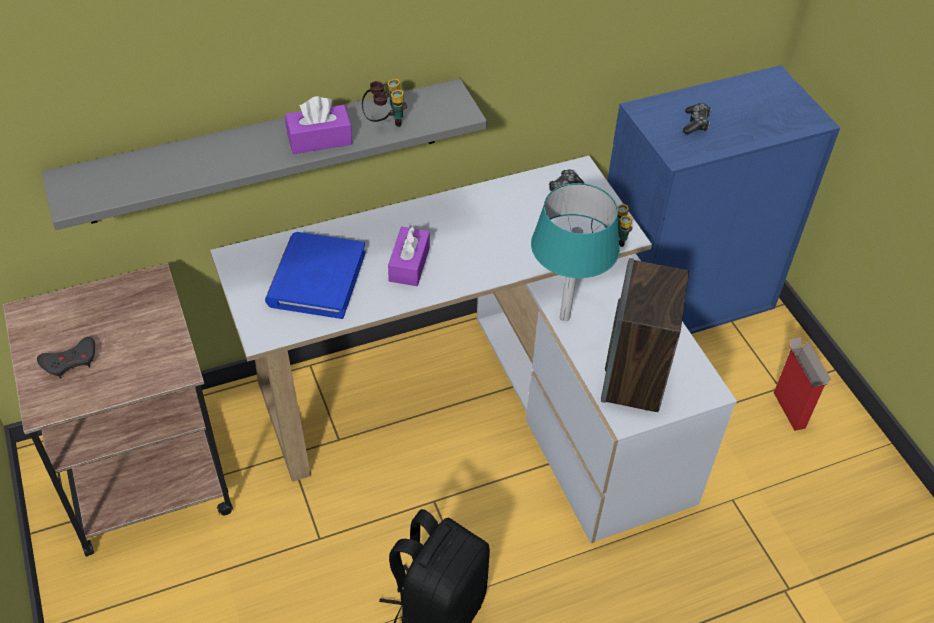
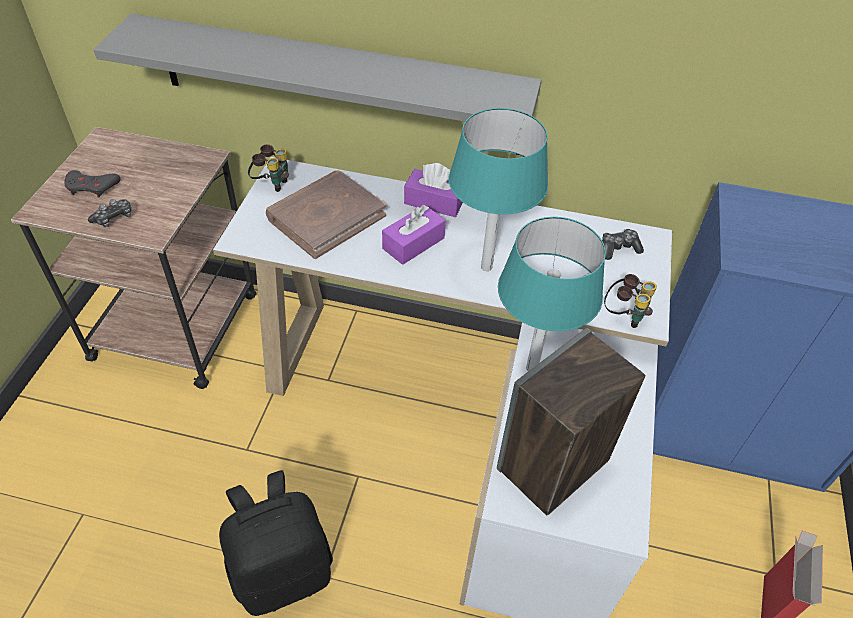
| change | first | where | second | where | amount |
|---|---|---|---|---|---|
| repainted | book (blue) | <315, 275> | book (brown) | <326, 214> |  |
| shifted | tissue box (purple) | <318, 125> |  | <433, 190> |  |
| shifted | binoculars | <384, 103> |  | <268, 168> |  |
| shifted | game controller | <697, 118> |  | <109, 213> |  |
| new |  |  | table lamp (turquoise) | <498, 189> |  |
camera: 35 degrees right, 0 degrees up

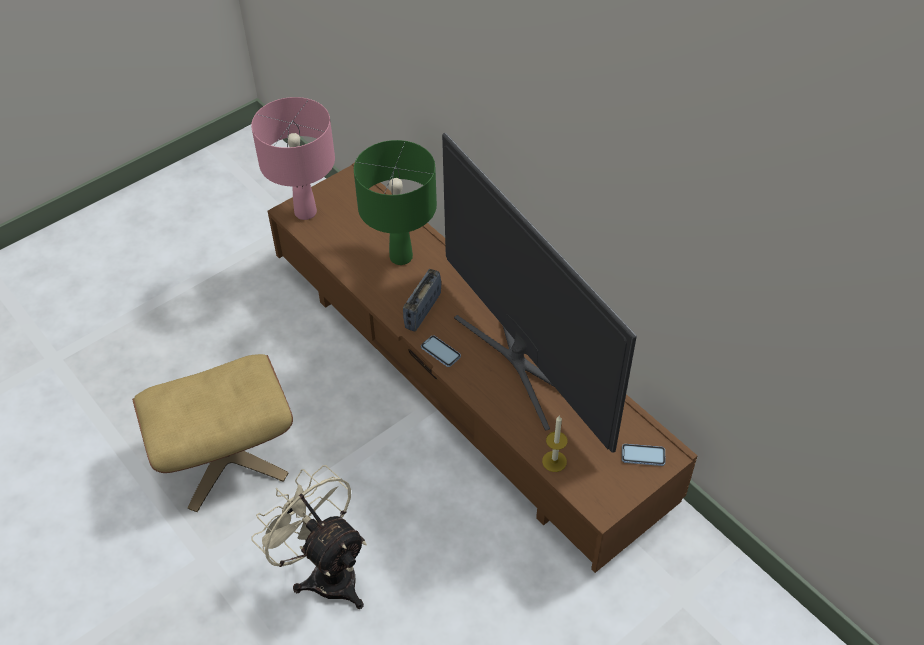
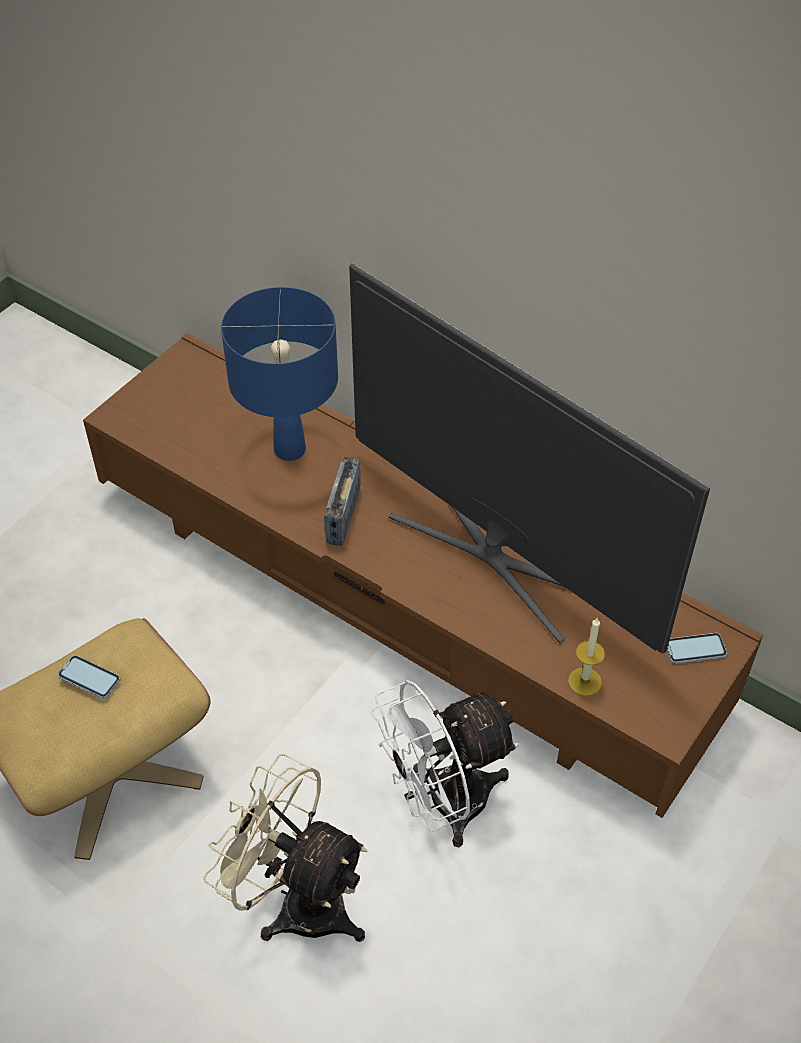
| change | first | where | second | where | amount |
|---|---|---|---|---|---|
| gone | table lamp (pink) | <293, 158> |  |  |  |
| repainted | table lamp (green) | <395, 202> | table lamp (blue) | <279, 374> |  |
| shifted | phone | <441, 351> |  | <89, 677> |  |
| new |  |  | fan (white) | <445, 763> |  |
camera: 15 degrees left, 0 degrees up

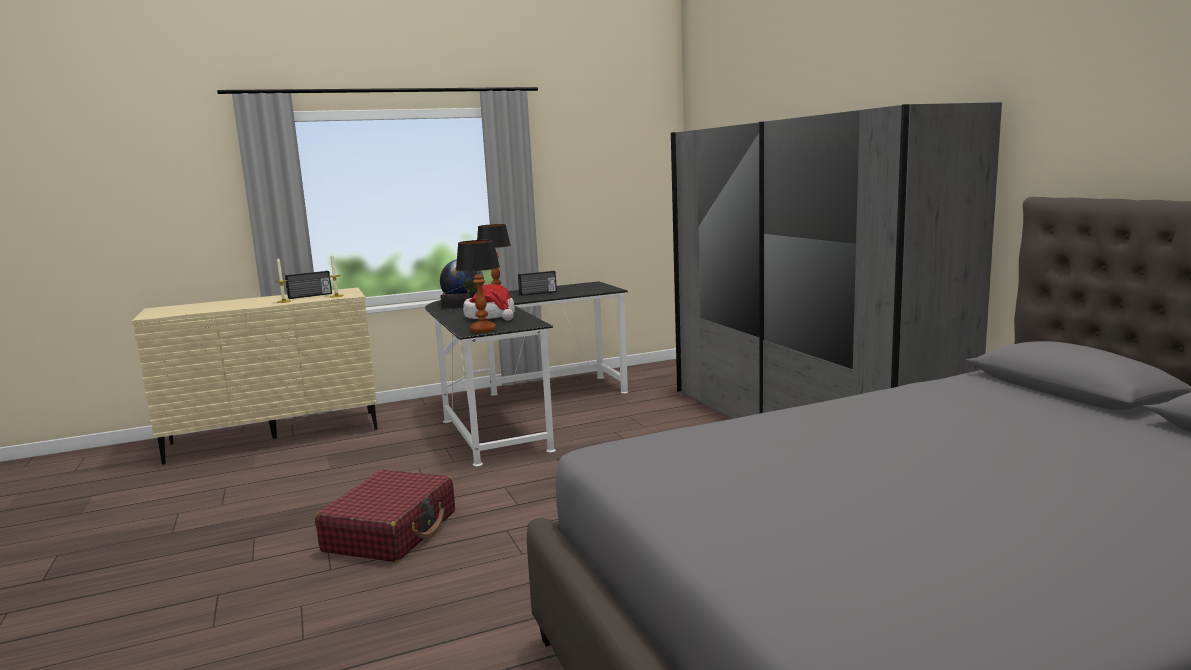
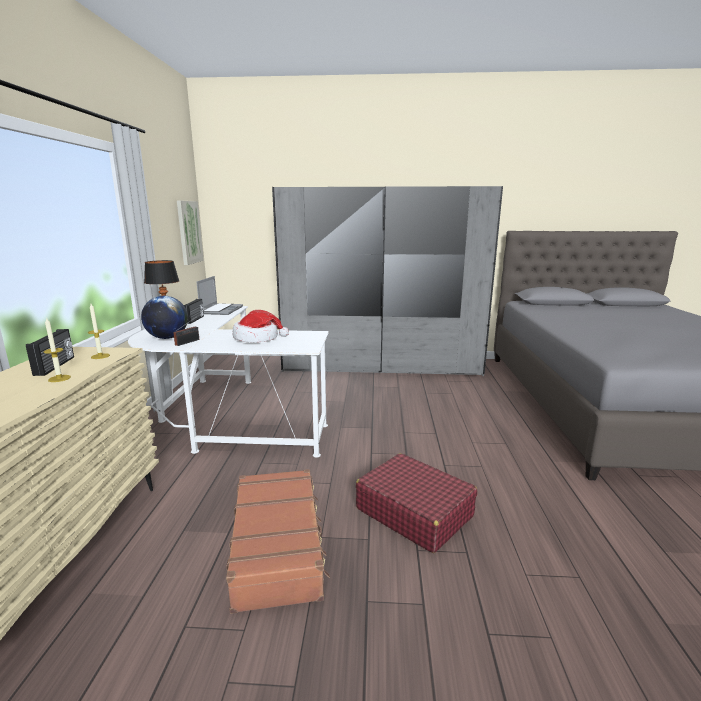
| change | first | where | second | where | amount |
|---|---|---|---|---|---|
| repainted | desk (black) | <526, 374> | desk (white) | <228, 382> |  |
| gone | table lamp | <478, 286> |  |  |  |
| new |  |  | picture | <190, 232> |  |
| new |  |  | laptop | <219, 295> |  |
| new |  |  | suitcase (brown) | <278, 541> |  |
camera: 65 degrees left, 5 degrees up

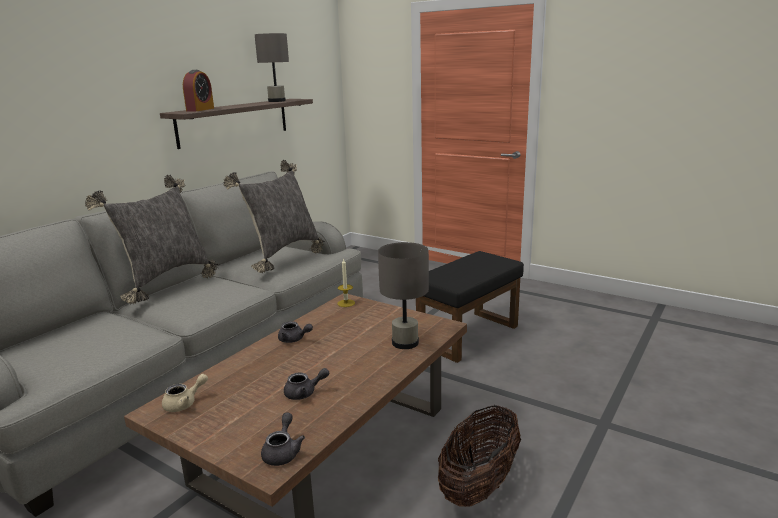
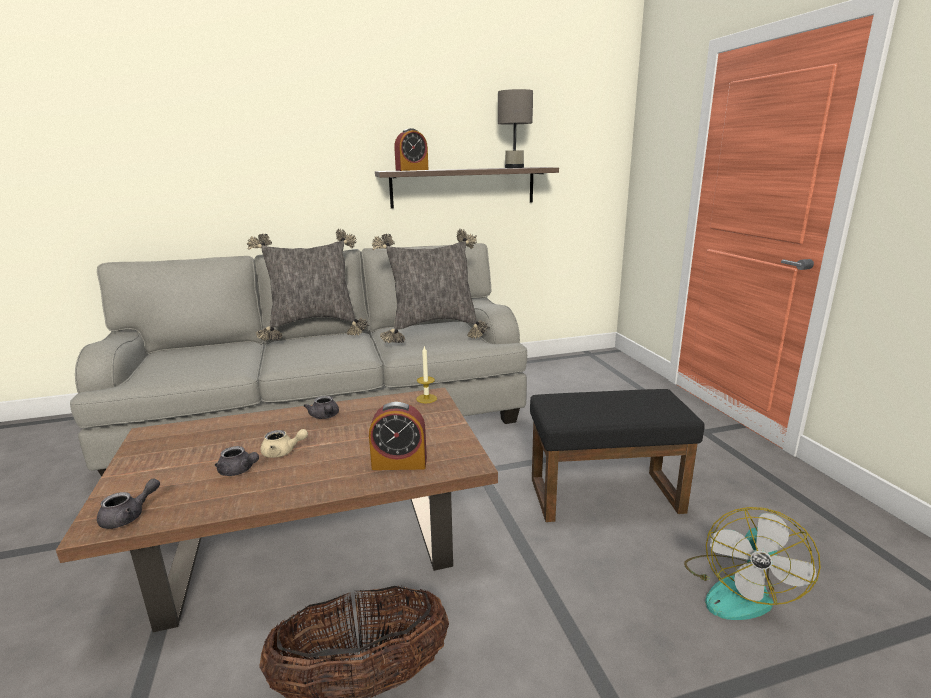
| change | first | where | second | where | amount |
|---|---|---|---|---|---|
| shifted | teapot (beige) | <185, 393> |  | <284, 443> |  |
| swapped | table lamp (grey) | <403, 295> | alarm clock | <398, 436> |  |
| new |  |  | fan | <752, 563> |  |
camera: 40 degrees right, 0 degrees up

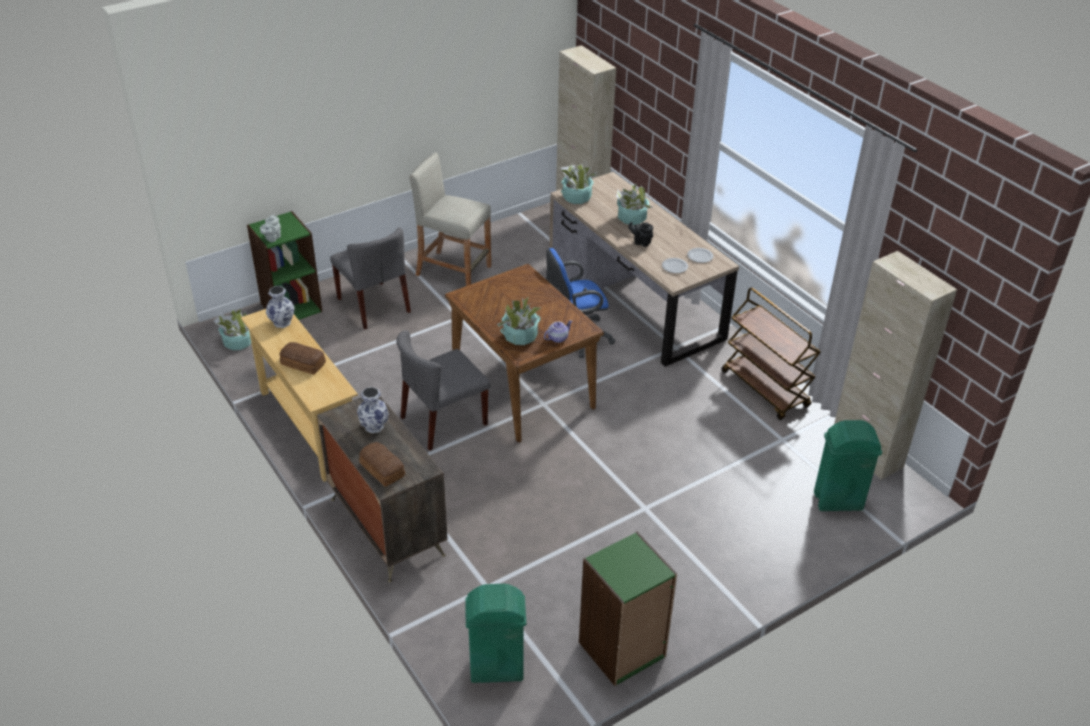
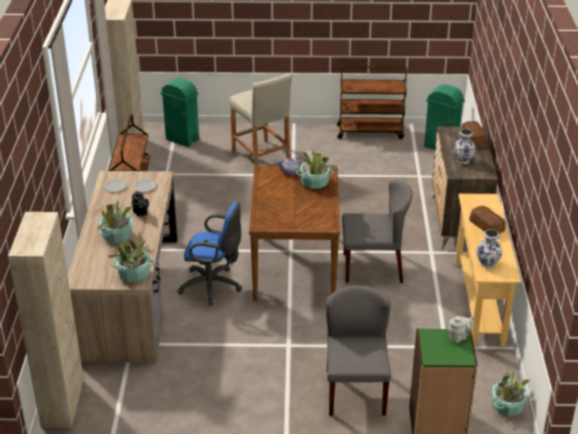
| change | first | where | second | where | amount |
|---|---|---|---|---|---|
| shifted | stool (beige) | <450, 219> |  | <261, 120> |  |
| swapped | bookcase (green) | <628, 609> | cart (brown) | <372, 102> |  |
camera: 145 degrees left, 5 degrees down

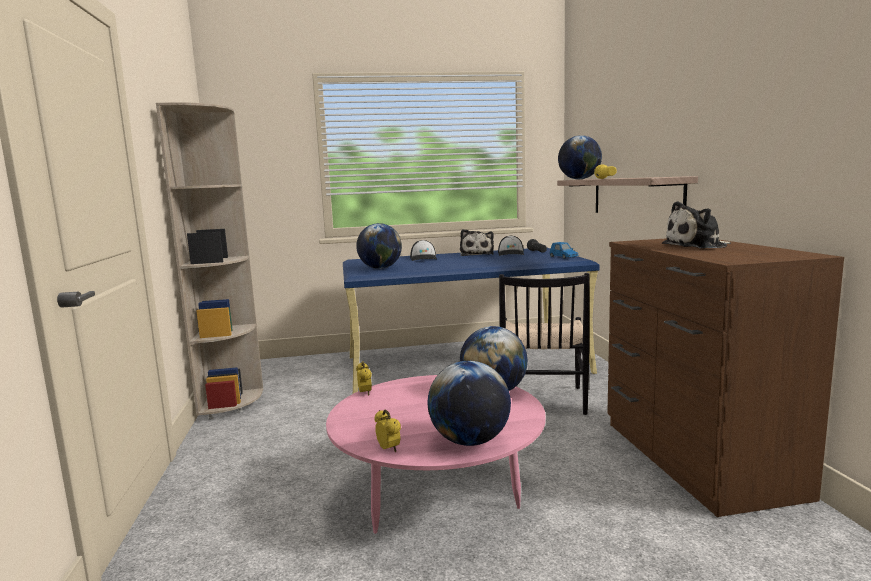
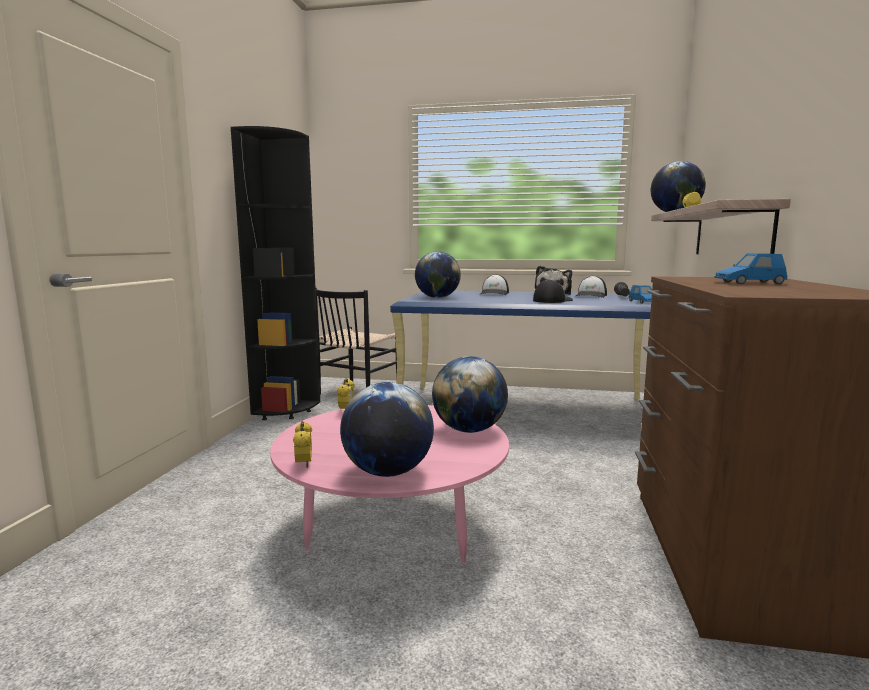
| change | first | where | second | where | amount |
|---|---|---|---|---|---|
| repainted | bookcase (beige) | <209, 260> | bookcase (black) | <275, 273> |  |
| shifted | chair (black) | <544, 344> |  | <356, 341> |  |
| swapped | plush toy | <696, 225> | toy car (blue) | <750, 268> |  |
| new |  |  | cap | <553, 291> |  |
camera: 20 degrees right, 0 degrees up

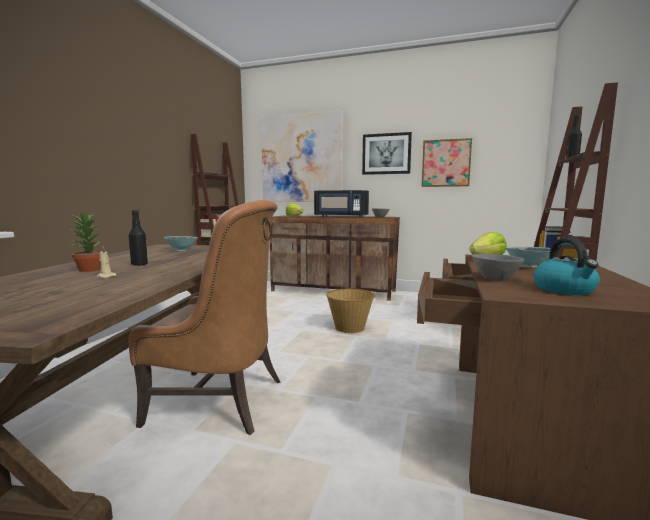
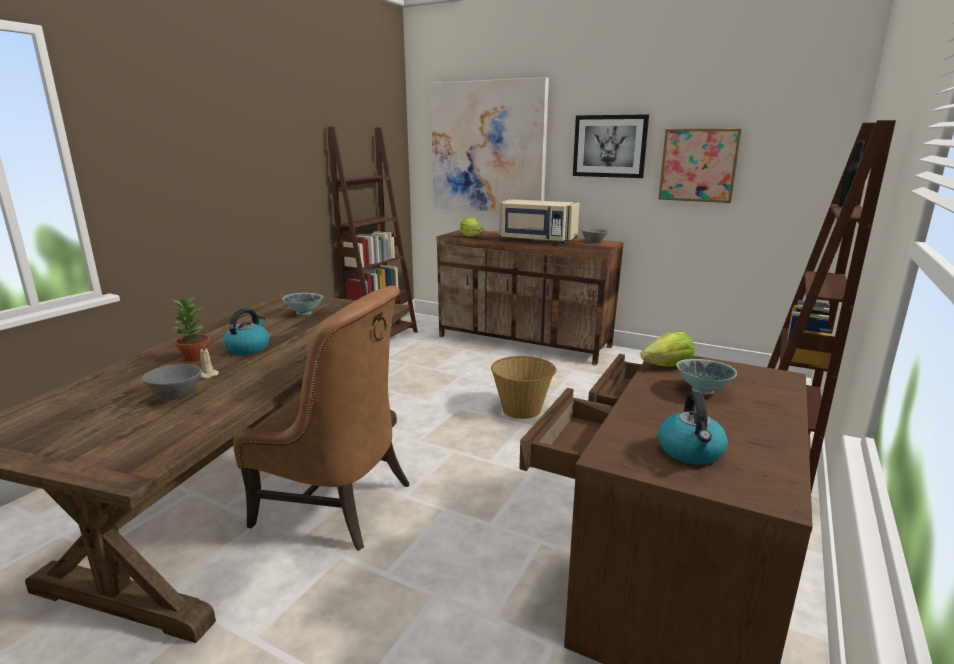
| change | first | where | second | where | amount |
|---|---|---|---|---|---|
| swapped | bottle (black) | <138, 238> | kettle | <246, 331> |  |
| repainted | microwave (black) | <341, 203> | microwave (beige) | <539, 221> |  |
| shifted | bowl (grey) | <498, 267> |  | <171, 382> |  |
camera: 10 degrees right, 10 degrees up

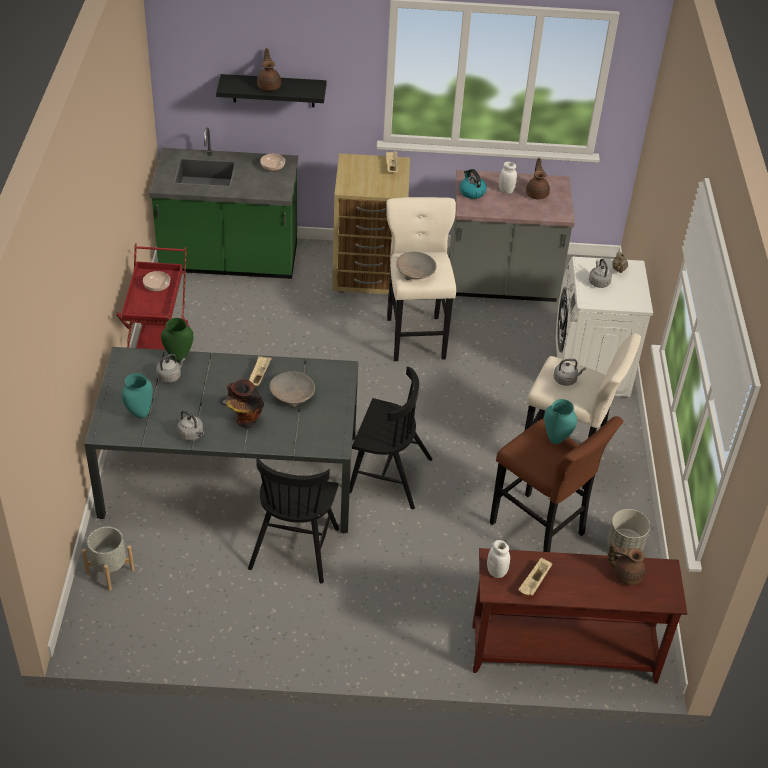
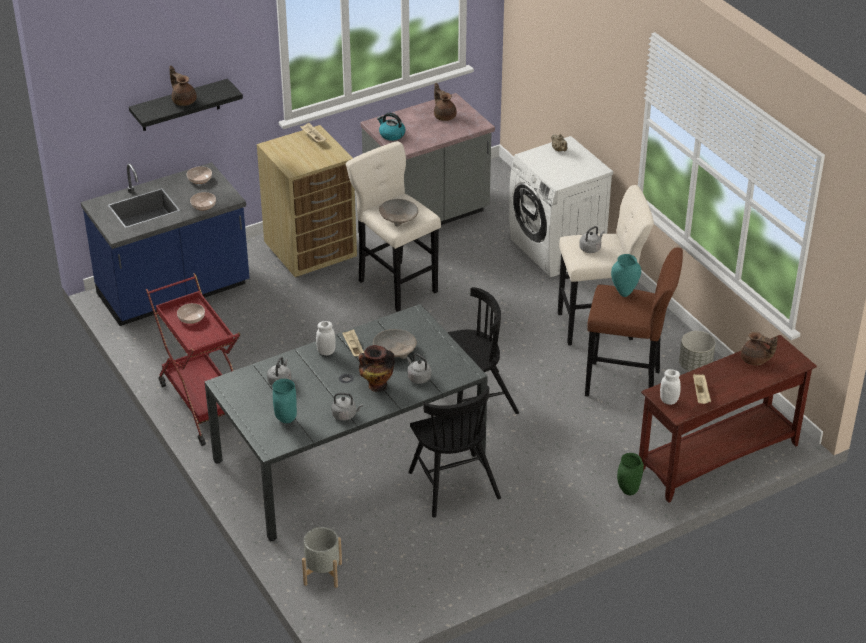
| change | first | where | second | where | amount |
|---|---|---|---|---|---|
| repainted | counter (green) | <223, 203> | counter (blue) | <165, 244> |  |
| shifted | vase (green) | <177, 340> |  | <630, 474> |  |
| shifted | jar (white) | <508, 178> |  | <326, 338> |  |
| shifted | kettle (grey) | <600, 273> |  | <419, 368> |  |
| rotated | teapot (brown) | <627, 563> |  | <759, 348> | 135 degrees counterclockwise |
| new |  |  | bowl | <203, 201> |  |
camera: 30 degrees left, 5 degrees down

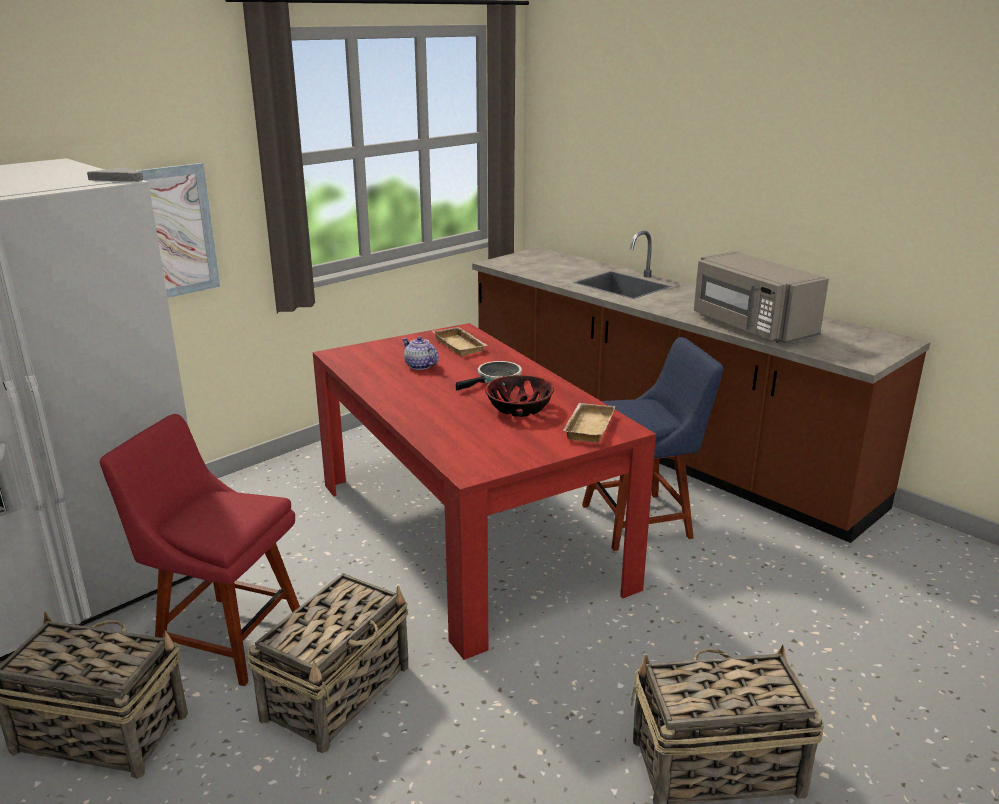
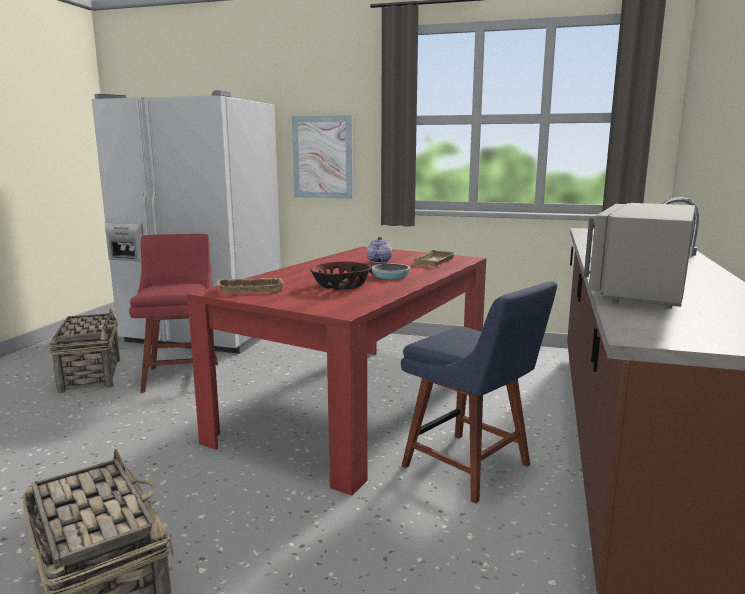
| change | first | where | second | where | amount |
|---|---|---|---|---|---|
| gone | basket | <328, 663> |  |  |  |
| shifted | tray (beige) | <589, 423> |  | <250, 286> |  |
camera: 60 degrees right, 10 degrees down

